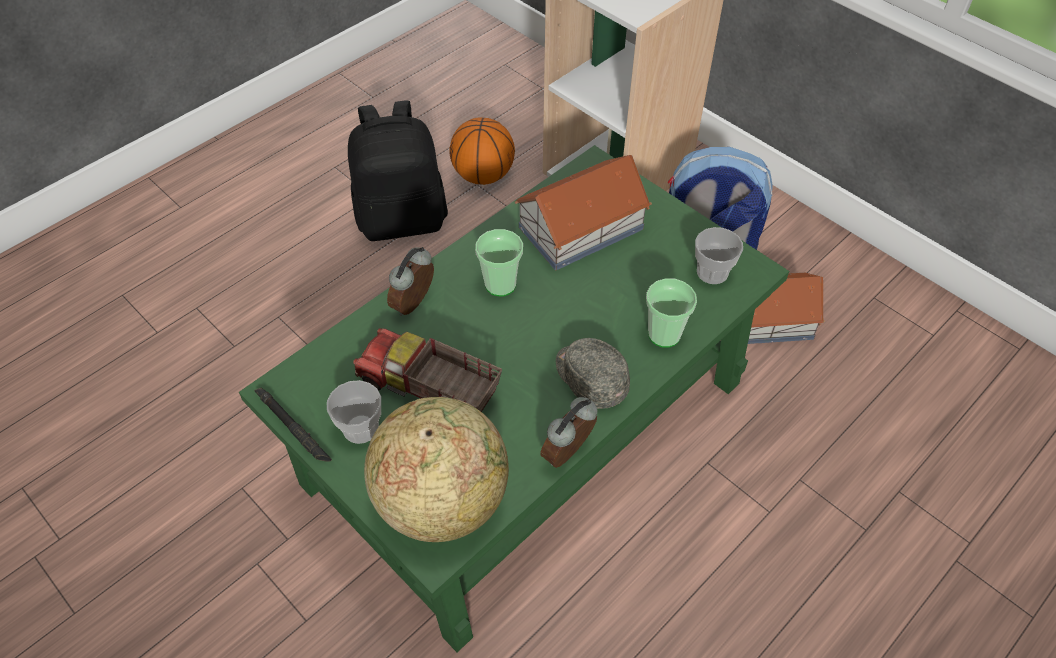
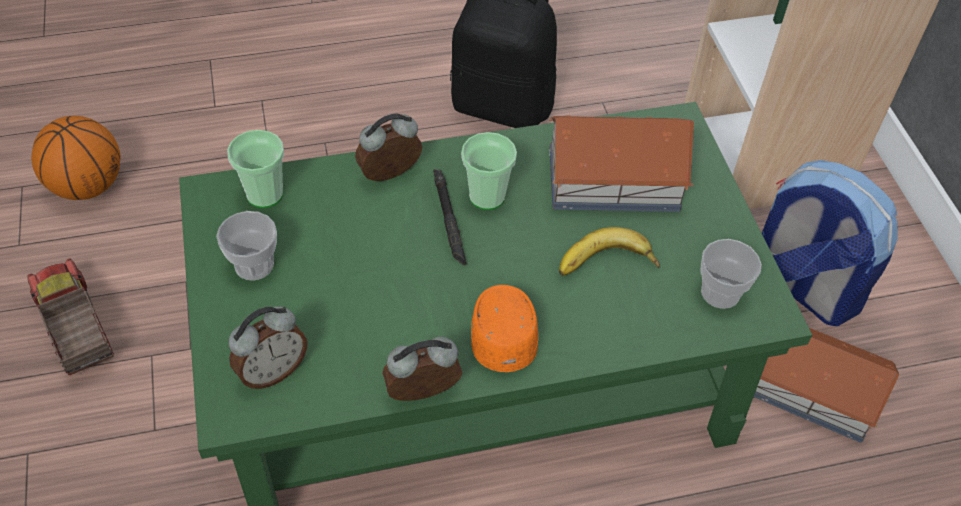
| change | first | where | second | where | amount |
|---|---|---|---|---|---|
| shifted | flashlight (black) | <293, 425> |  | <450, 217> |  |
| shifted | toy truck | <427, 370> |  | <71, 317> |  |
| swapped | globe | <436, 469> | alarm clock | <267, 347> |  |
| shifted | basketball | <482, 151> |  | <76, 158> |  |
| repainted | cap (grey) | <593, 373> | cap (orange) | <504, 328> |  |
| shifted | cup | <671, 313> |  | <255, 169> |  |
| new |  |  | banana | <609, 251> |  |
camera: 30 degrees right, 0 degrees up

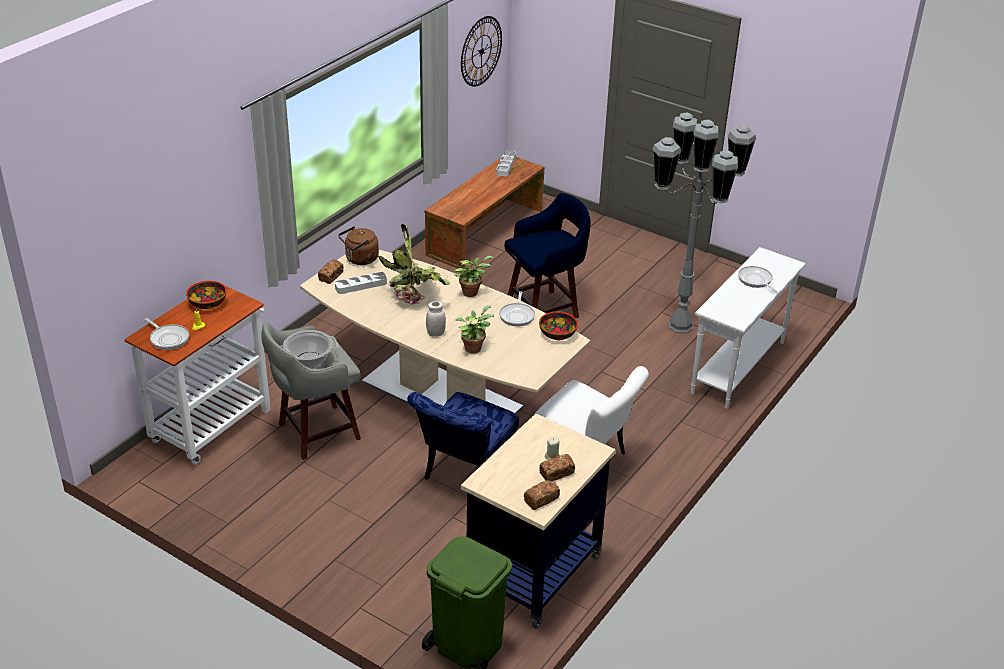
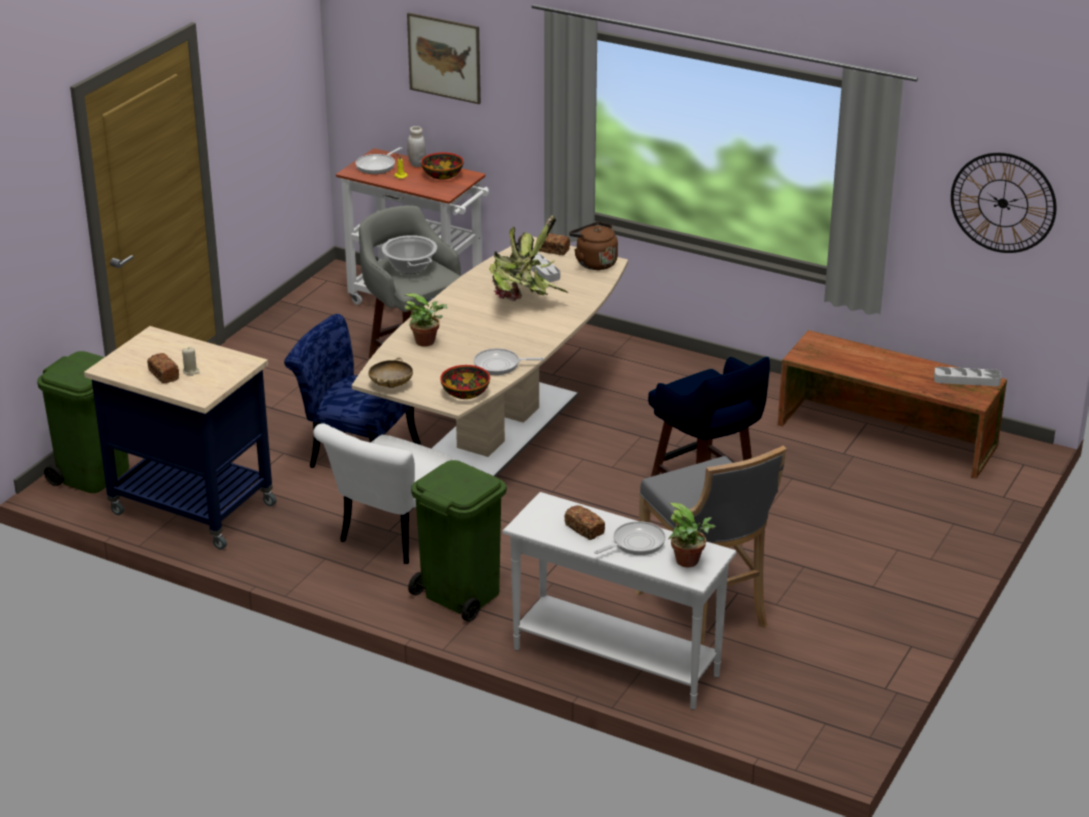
| change | first | where | second | where | amount |
|---|---|---|---|---|---|
| shifted | jar (white) | <436, 319> |  | <416, 146> |  |
| shifted | potted plant | <474, 276> |  | <692, 535> |  |
| shifted | bread | <542, 495> |  | <584, 522> |  |
| swapped | floor lamp (grey) | <704, 222> | stool (grey) | <711, 545> |  |
| new |  |  | bowl (beige) | <390, 372> |  |
| new |  |  | picture | <444, 58> |  |
| new |  |  | trash can (green) | <457, 541> |  |
camera: 85 degrees right, 5 degrees down

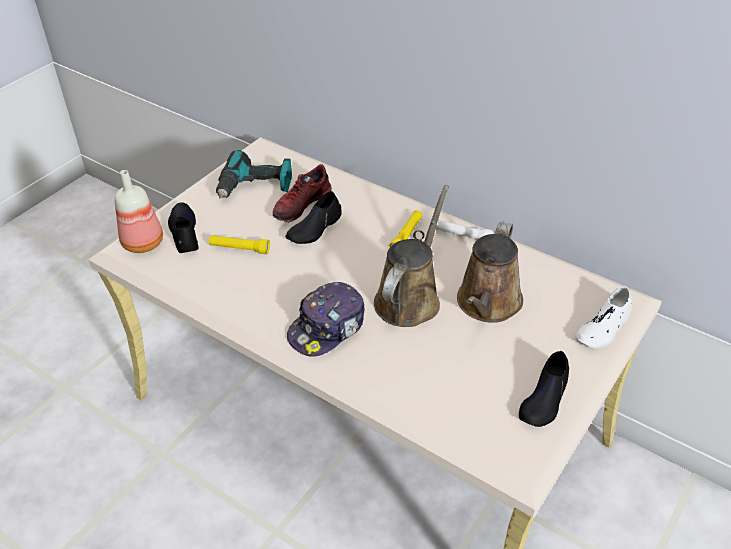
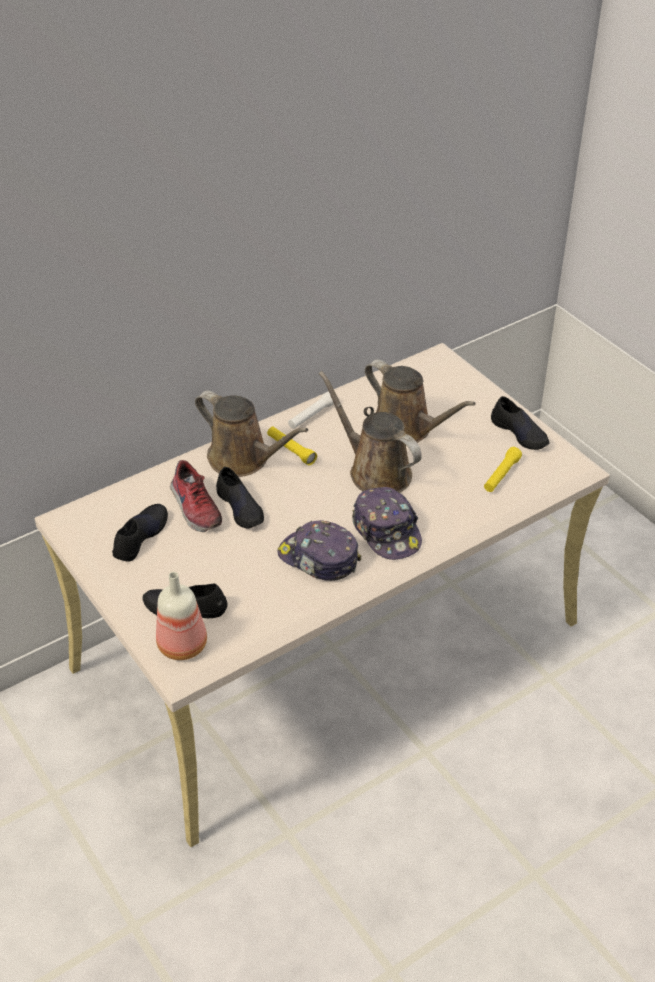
| change | first | where | second | where | amount |
|---|---|---|---|---|---|
| shifted | flashlight (yellow) | <239, 244> |  | <503, 469> |  |
| swapped | power drill | <254, 174> | shoe (black) | <140, 532> |  |
| gone | shoe (white) | <603, 317> |  |  |  |
| new |  |  | watering can (brown) | <251, 434> |  |
| new |  |  | cap | <319, 550> |  |
camera: 70 degrees left, 0 degrees up

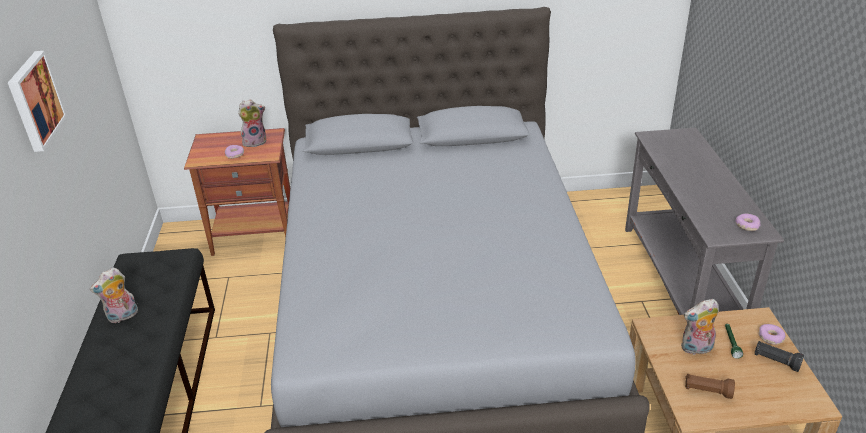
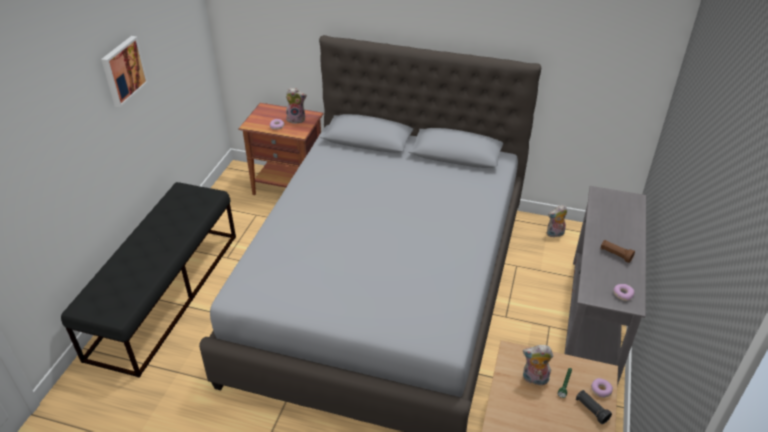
| change | first | where | second | where | amount |
|---|---|---|---|---|---|
| shifted | plush toy | <114, 295> |  | <557, 221> |  |
| shifted | flashlight (brown) | <710, 386> |  | <618, 251> |  |
camera: 20 degrees right, 5 degrees up

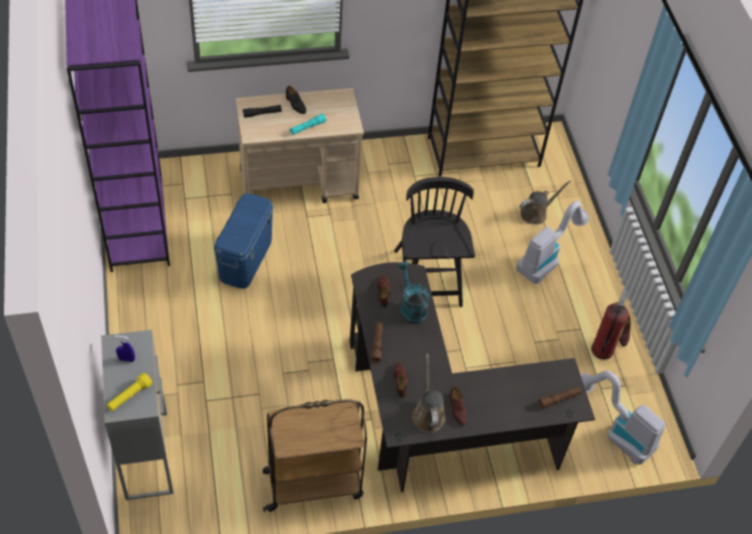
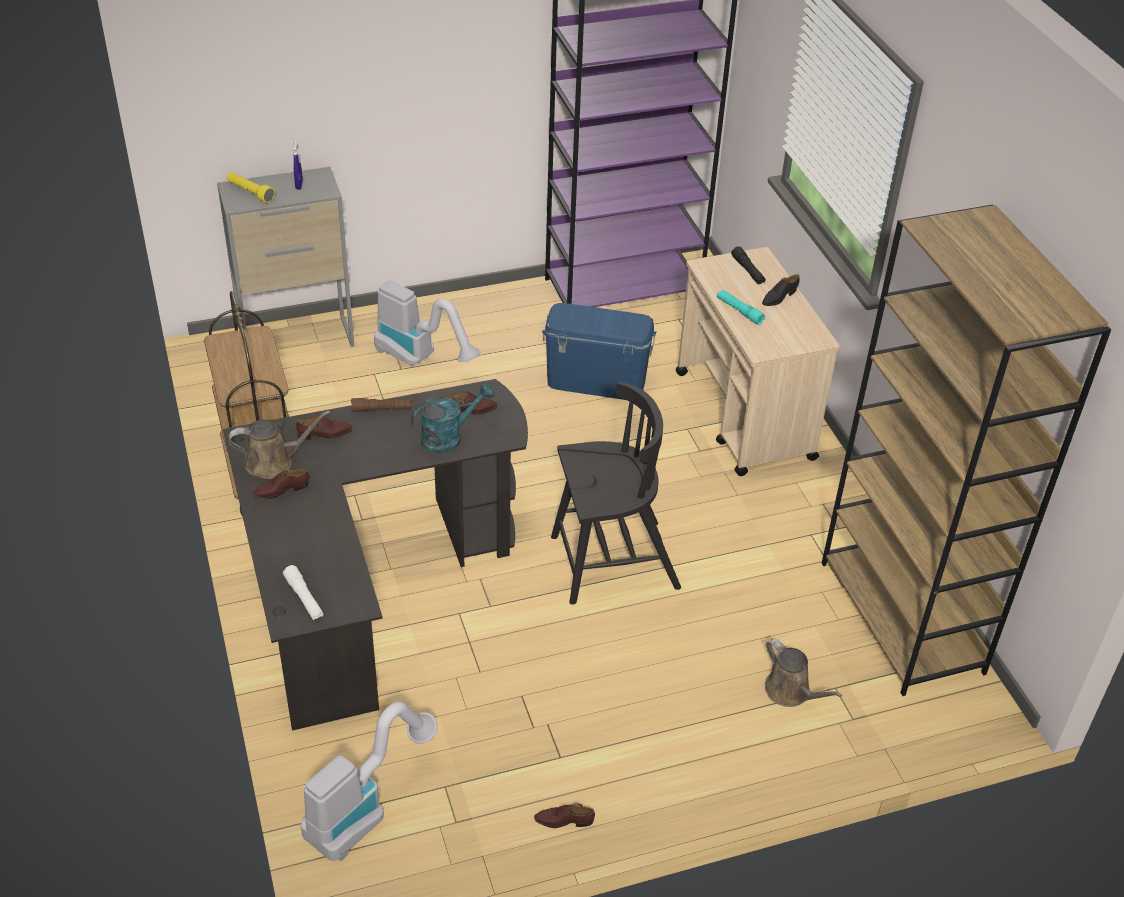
| change | first | where | second | where | amount |
|---|---|---|---|---|---|
| shifted | vacuum cleaner | <552, 242> |  | <427, 323> |  |
| repainted | flashlight (brown) | <560, 397> | flashlight (white) | <303, 592> |  |
| gone | fire extinguisher | <610, 324> |  |  |  |
camera: 85 degrees right, 10 degrees down

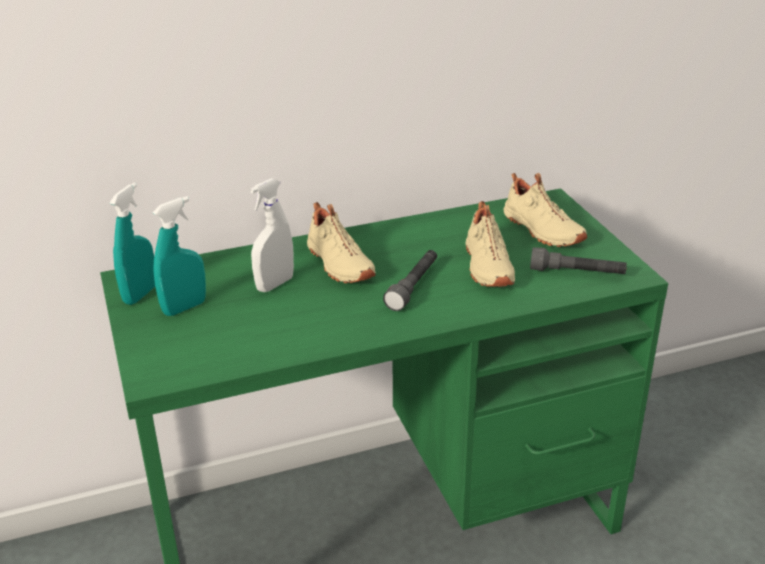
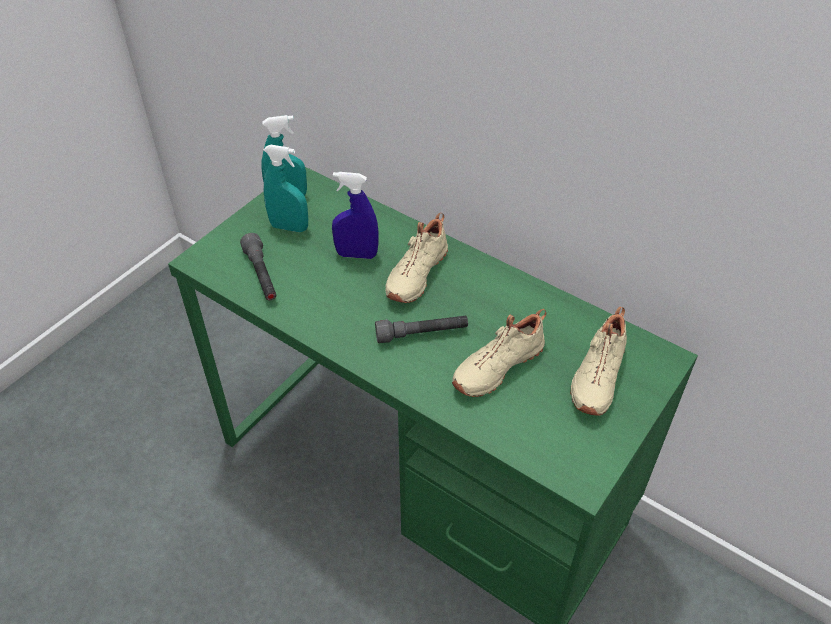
| change | first | where | second | where | amount |
|---|---|---|---|---|---|
| repainted | spray bottle (white) | <272, 235> | spray bottle (blue) | <355, 215> |  |
| shifted | flashlight (grey) | <578, 260> |  | <258, 266> |  |
camera: 55 degrees right, 15 degrees up

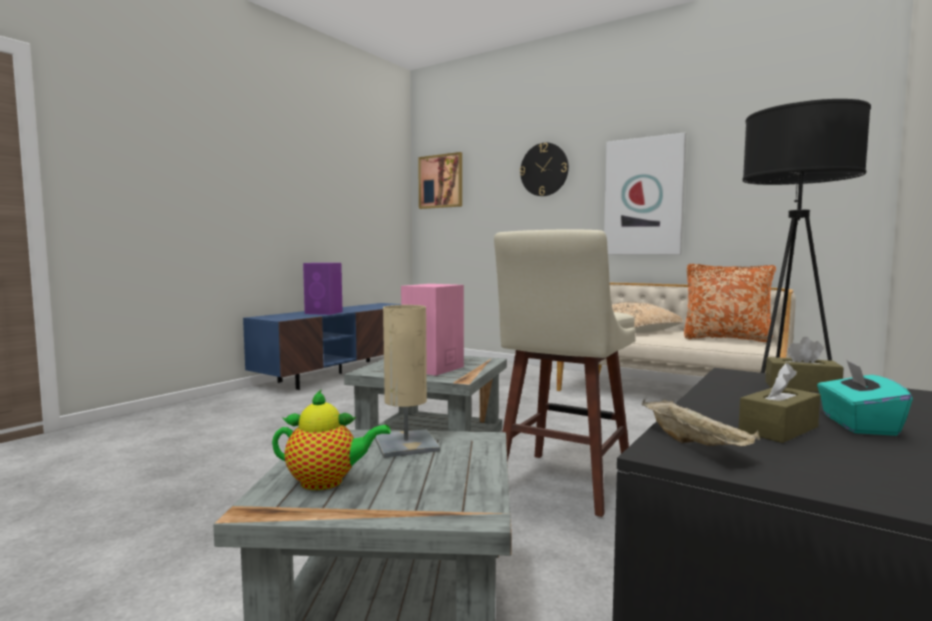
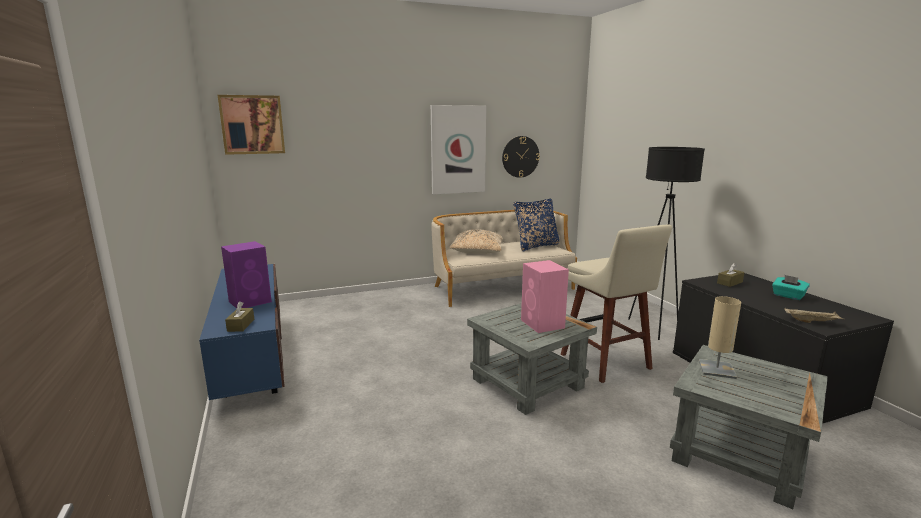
| change | first | where | second | where | amount |
|---|---|---|---|---|---|
| gone | teapot | <331, 439> |  |  |  |
| shifted | wall clock | <544, 169> |  | <521, 157> |  |
| repainted | pillow (orange) | <730, 303> | pillow (blue) | <536, 224> |  |
| shifted | tissue box (brown) | <779, 403> |  | <239, 317> |  |
camera: 55 degrees left, 10 degrees up

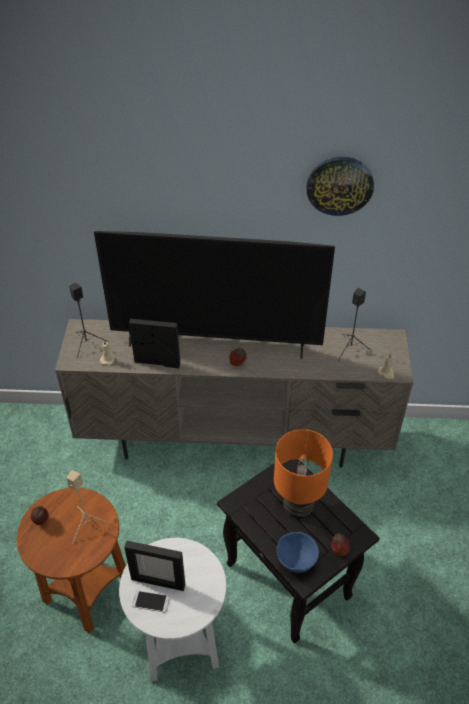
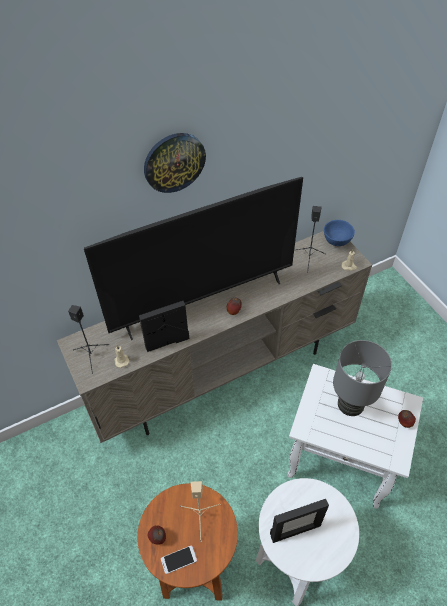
| change | first | where | second | where | amount |
|---|---|---|---|---|---|
| shifted | phone | <151, 602> |  | <179, 560> |  |
| repainted | side table (black) | <298, 551> | side table (white) | <355, 436> |  |
| repainted | table lamp (orange) | <303, 474> | table lamp (grey) | <362, 378> |  |
| shifted | bowl (blue) | <298, 552> |  | <339, 233> |  |
| shifted | wall clock | <340, 186> |  | <175, 163> |  |
camera: 30 degrees left, 5 degrees up

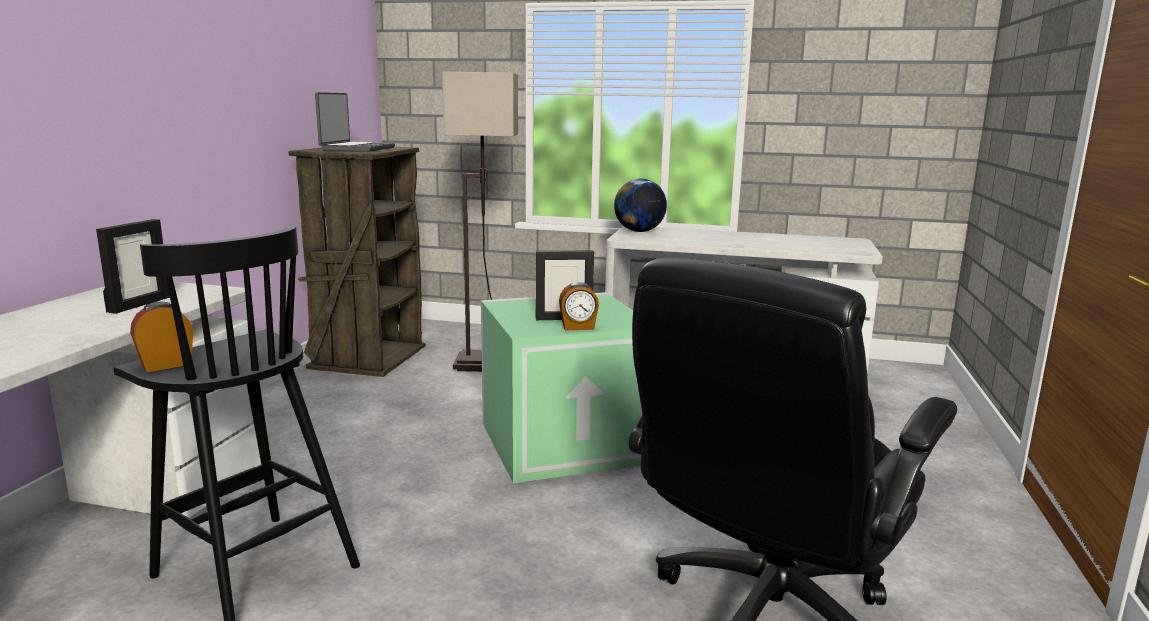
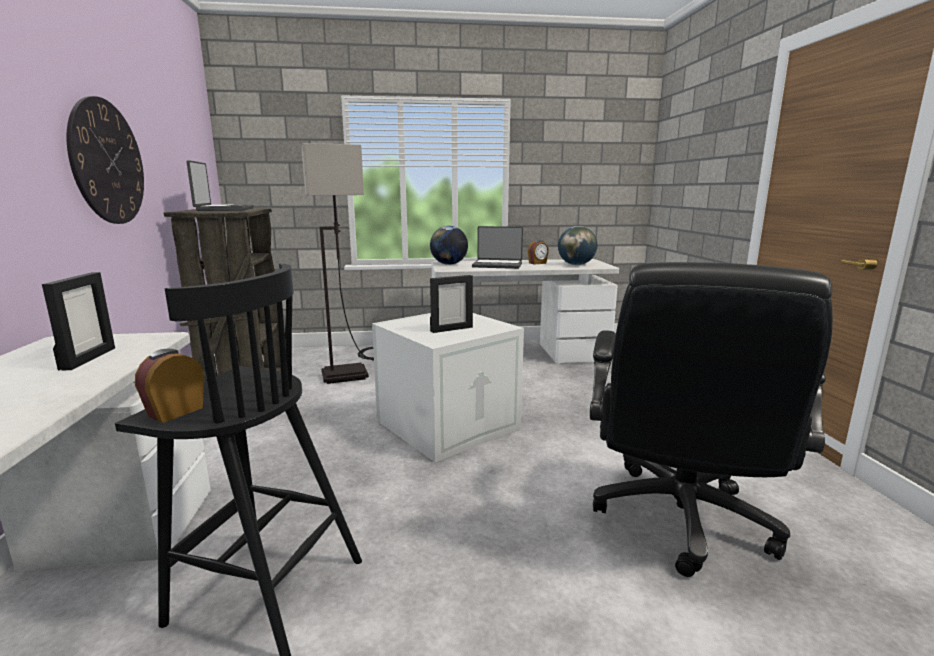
| change | first | where | second | where | amount |
|---|---|---|---|---|---|
| repainted | storage box (green) | <562, 387> | storage box (white) | <448, 387> |  |
| shifted | alarm clock | <579, 306> |  | <538, 252> |  |
| new |  |  | wall clock | <105, 160> |  |
| new |  |  | laptop | <497, 247> |  |
| new |  |  | globe | <578, 245> |  |
camera: 20 degrees left, 0 degrees up

